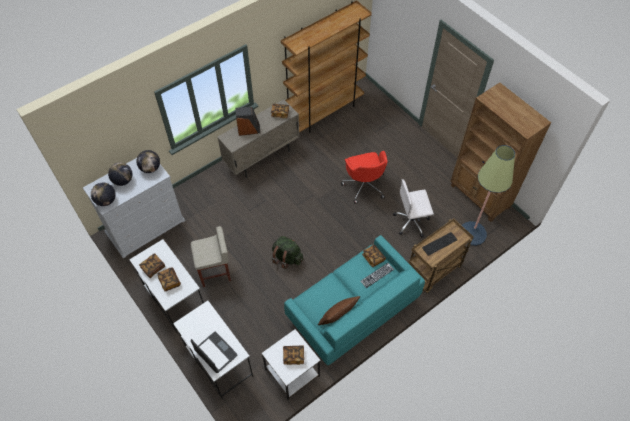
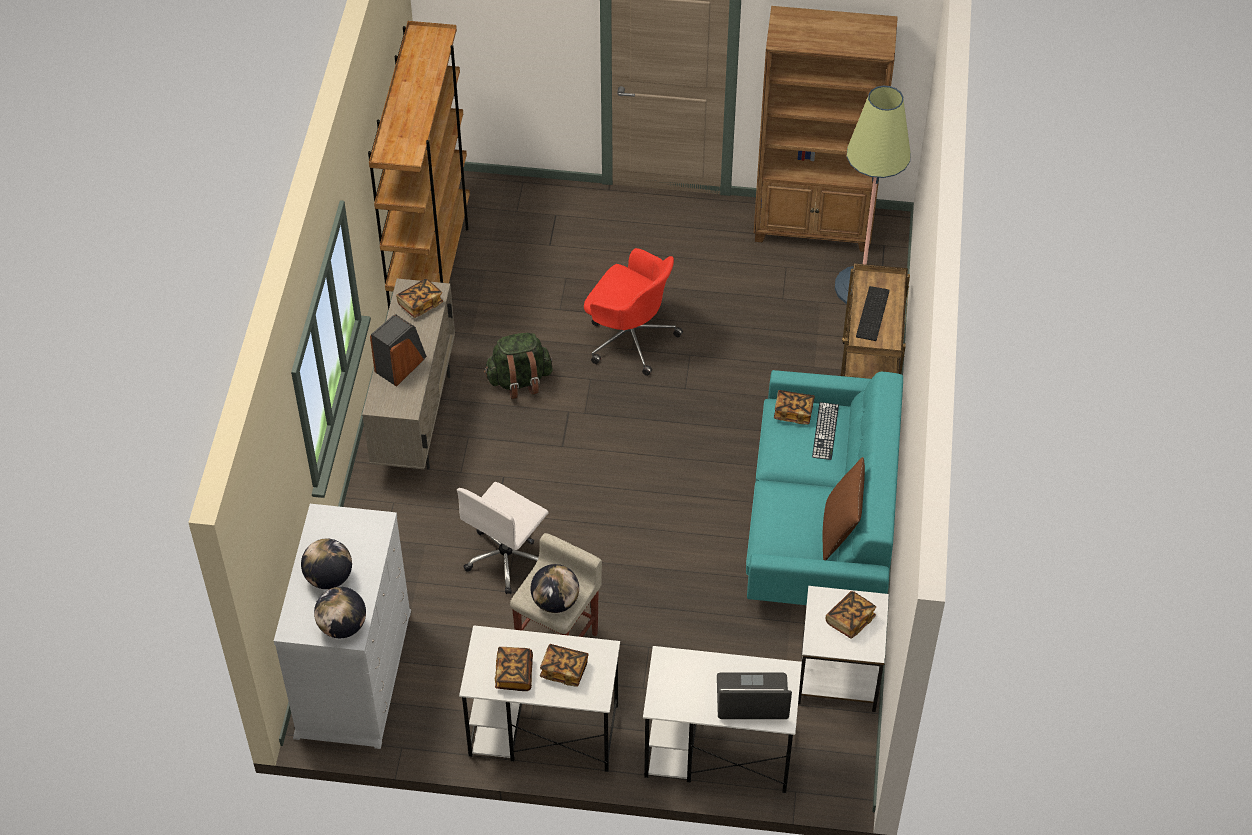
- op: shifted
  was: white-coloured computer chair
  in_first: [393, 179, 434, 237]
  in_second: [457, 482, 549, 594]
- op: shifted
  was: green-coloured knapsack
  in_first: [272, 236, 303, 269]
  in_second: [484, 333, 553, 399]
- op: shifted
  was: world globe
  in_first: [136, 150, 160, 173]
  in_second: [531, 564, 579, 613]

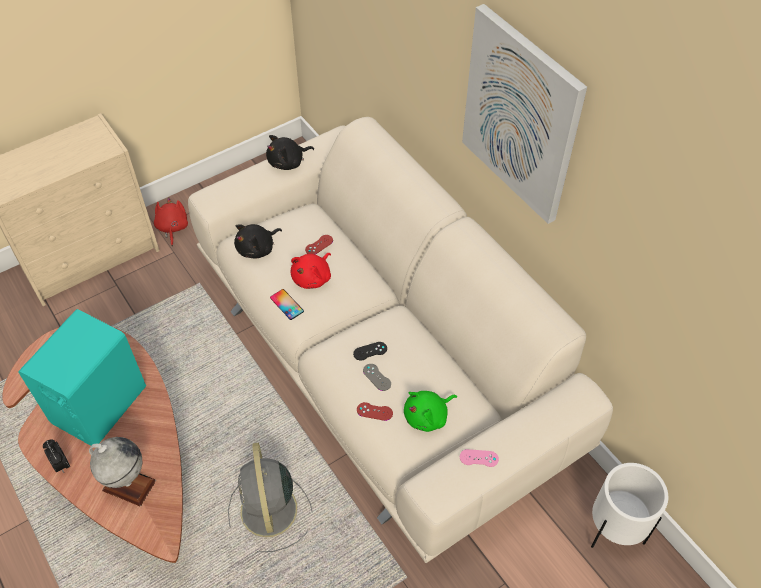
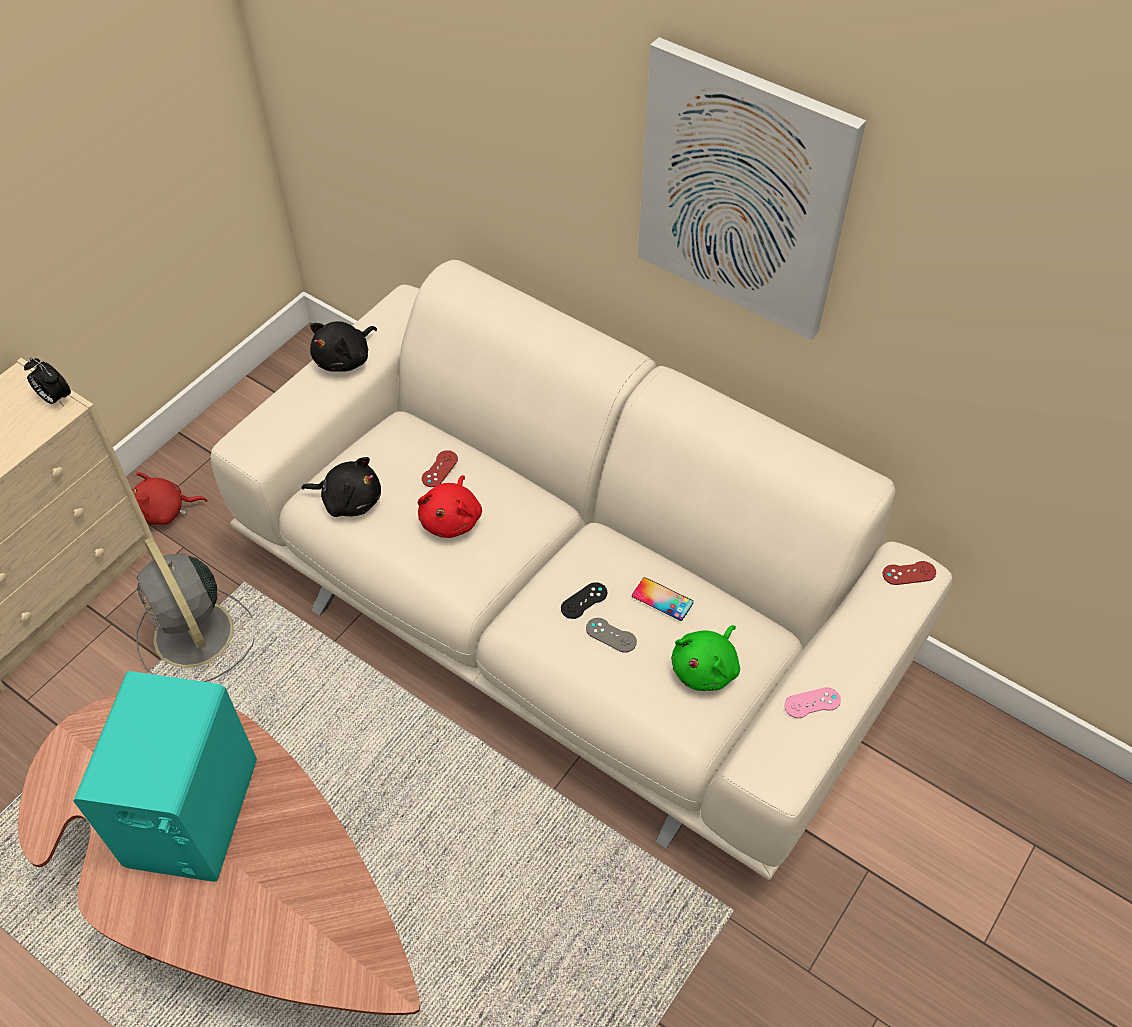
- op: shifted
  was: bedside clock
  in_first: [43, 439, 70, 473]
  in_second: [24, 358, 71, 406]
- op: rotated
  was: red cuddly toy
  in_first: [154, 197, 188, 246]
  in_second: [131, 472, 207, 525]
  clockwise: -75
- op: shifted
  was: grey fan
  in_first: [228, 442, 312, 552]
  in_second: [136, 537, 255, 682]
- op: rotated
  was: blackish cuddly toy
  in_first: [234, 224, 282, 259]
  in_second: [301, 457, 381, 517]
  clockwise: -105
- op: shifted
  was: handset
  in_first: [270, 289, 304, 320]
  in_second: [632, 577, 694, 621]
- op: shifted
  was: red gamepad
  in_first: [357, 402, 393, 421]
  in_second: [883, 561, 936, 585]
- op: gone
  was: world globe
  in_first: [89, 437, 156, 506]
- op: gone
  was: white-coloured plant pot
  in_first: [591, 463, 668, 548]

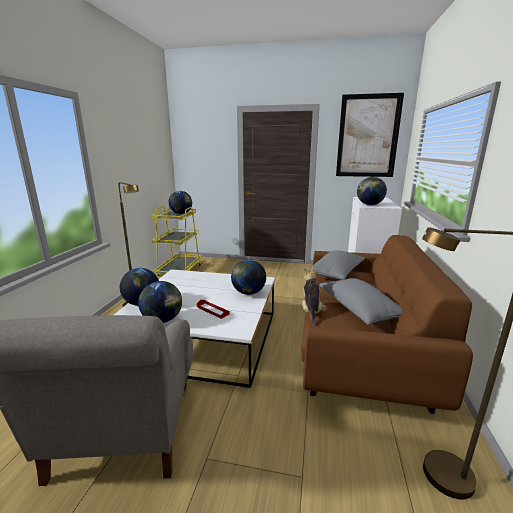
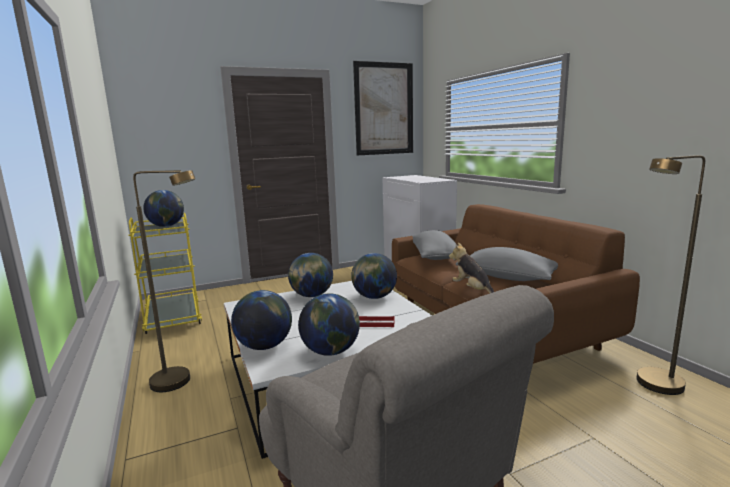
- op: shifted
  was: world globe
  in_first: [357, 177, 387, 205]
  in_second: [288, 253, 333, 297]

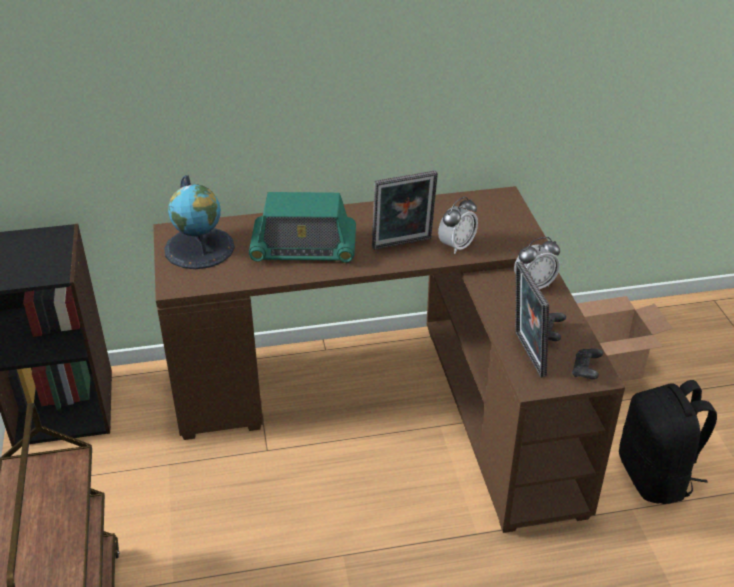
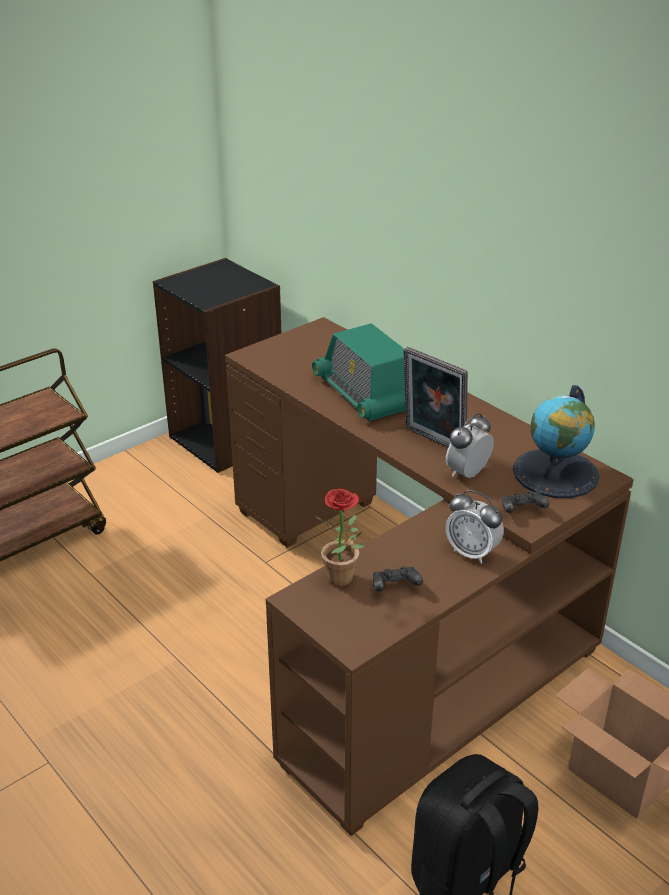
- op: swapped
  was: photo frame
  now: plant in a pot
  in_first: [515, 261, 549, 377]
  in_second: [316, 489, 365, 586]
- op: rotated
  was: bedside clock
  in_first: [438, 197, 478, 254]
  in_second: [446, 413, 494, 478]
  clockwise: 120
- op: shifted
  was: blackish gamepad
  in_first: [572, 348, 603, 379]
  in_second: [501, 491, 549, 513]
- op: shifted
  was: world globe
  in_first: [164, 175, 235, 269]
  in_second: [513, 385, 599, 498]

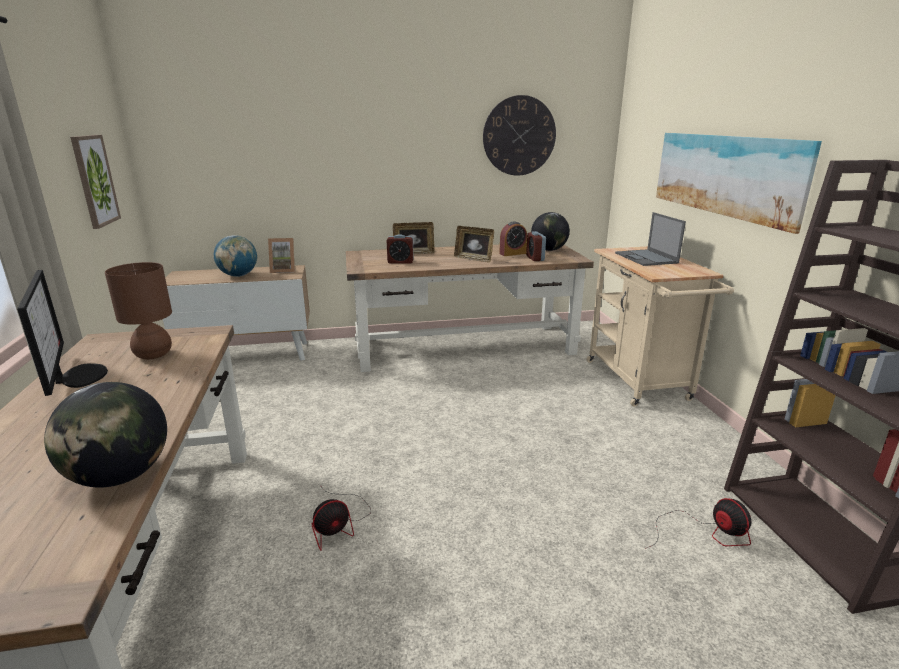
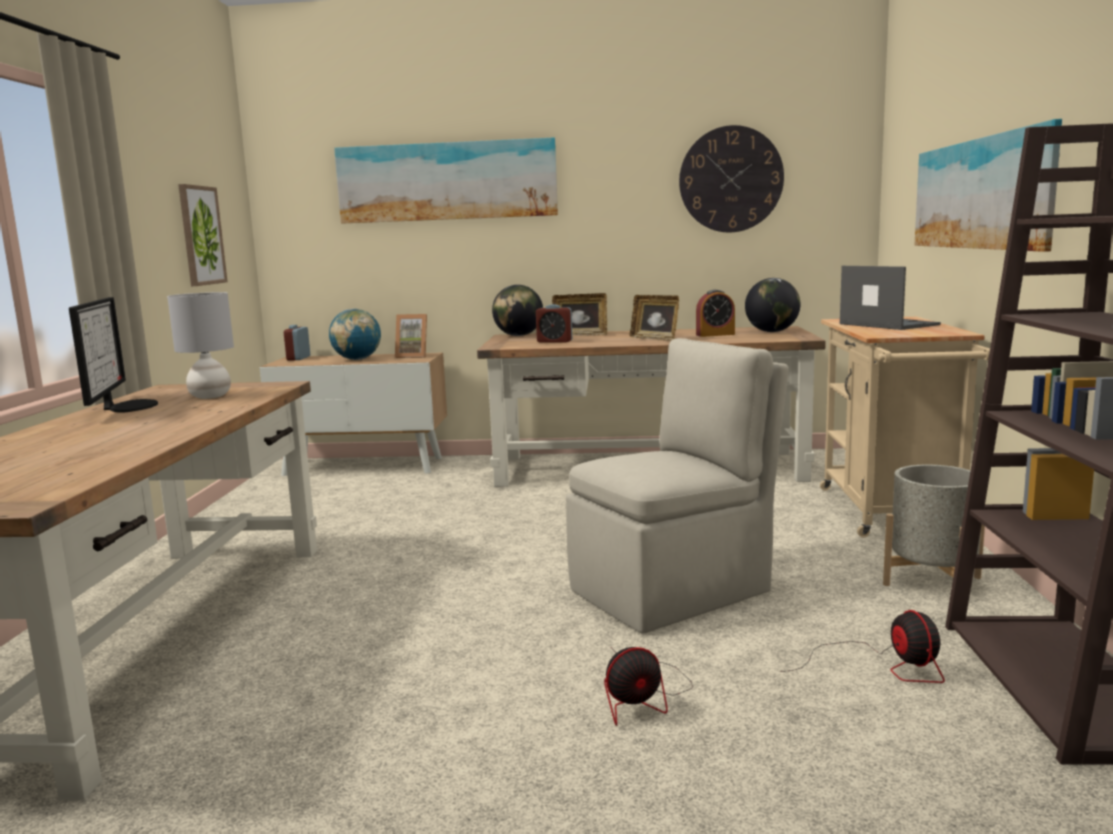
- op: repainted
  was: brown-coloured table lamp
  now: grey table lamp
  in_first: [105, 262, 172, 359]
  in_second: [167, 292, 234, 399]
- op: shifted
  was: bedside clock
  in_first: [526, 231, 546, 261]
  in_second: [284, 325, 310, 361]
- op: new
  now: wall art
  in_second: [334, 138, 558, 224]
- op: shifted
  was: world globe
  in_first: [44, 382, 167, 488]
  in_second: [492, 285, 543, 336]
- op: new
  now: beige upright chair
  in_second: [566, 338, 789, 634]
- op: shifted
  was: fan
  in_first: [312, 485, 369, 551]
  in_second: [604, 647, 693, 726]
- op: rotated
  was: portable computer
  in_first: [615, 212, 686, 266]
  in_second: [840, 266, 941, 330]
  clockwise: 150
- op: new
  now: grey plant pot
  in_second: [883, 465, 985, 586]

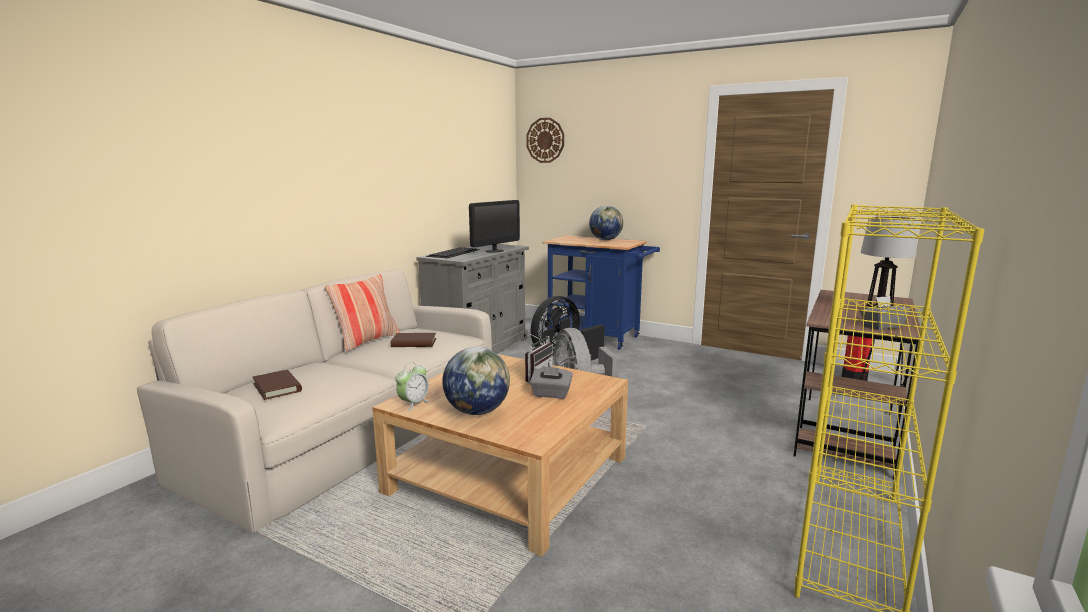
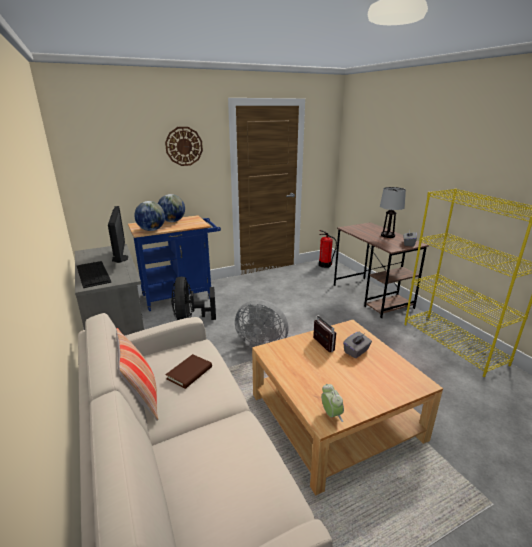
- op: shifted
  was: world globe
  in_first: [442, 347, 510, 415]
  in_second: [134, 201, 165, 231]
- op: shifted
  was: wall clock
  in_first: [526, 118, 564, 163]
  in_second: [165, 127, 203, 166]
- op: gone
  was: brown-coloured book
  in_first: [253, 370, 302, 400]

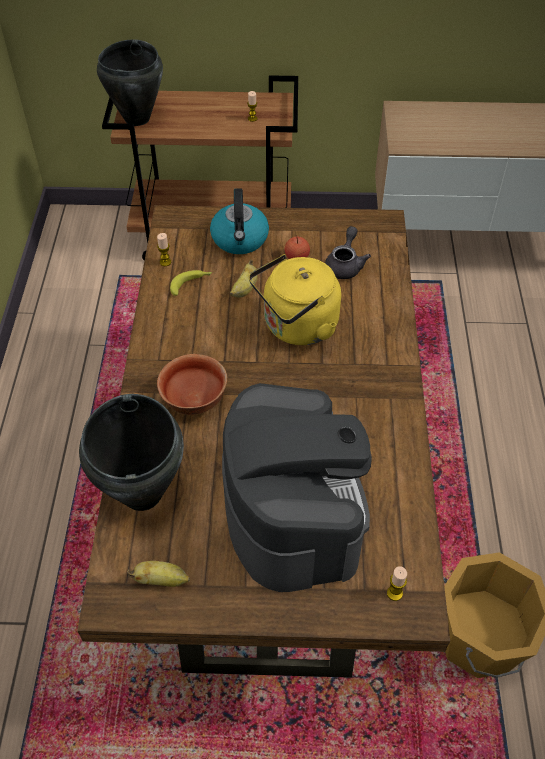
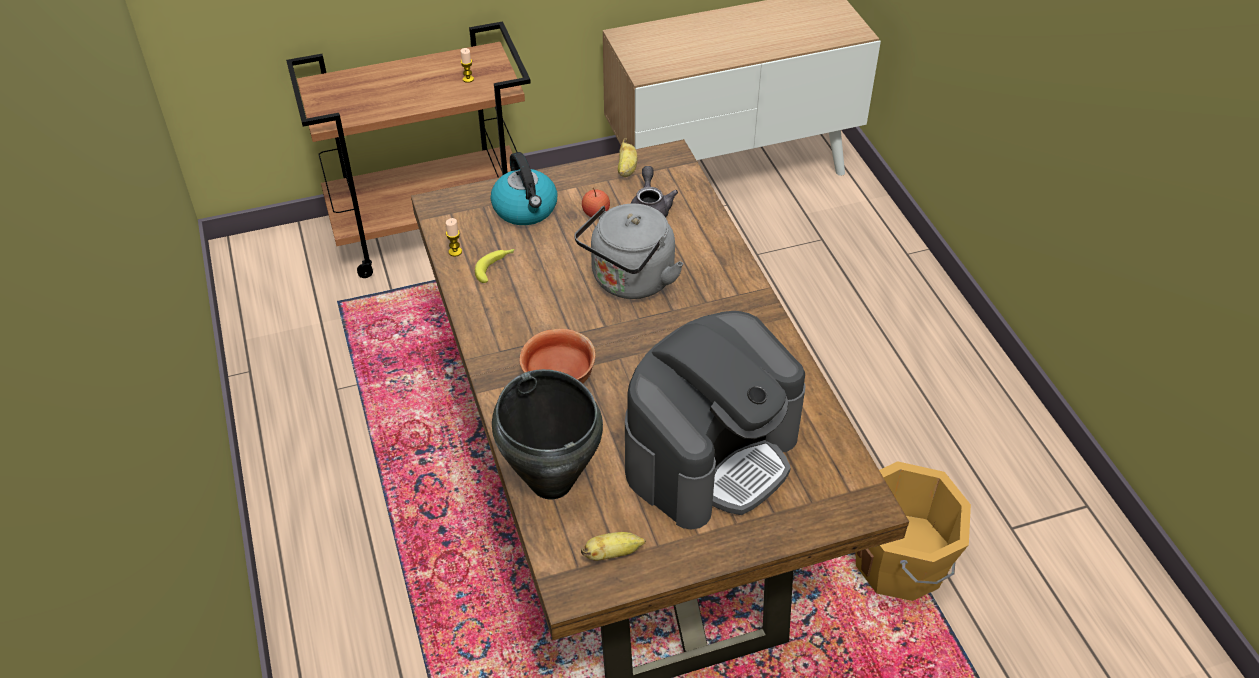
- op: repainted
  was: yellow-coloured tea kettle
  now: grey tea kettle
  in_first: [249, 254, 341, 345]
  in_second: [575, 203, 684, 299]
- op: shifted
  was: whole banana
  in_first: [230, 260, 258, 298]
  in_second: [618, 138, 637, 177]
- op: rotated
  was: coffee machine
  in_first: [222, 383, 372, 592]
  in_second: [625, 311, 806, 530]
  clockwise: 75
- op: gone
  was: blackish saucepot
  in_first: [97, 39, 163, 126]
- op: gone
  was: wax light
  in_first: [387, 566, 407, 601]

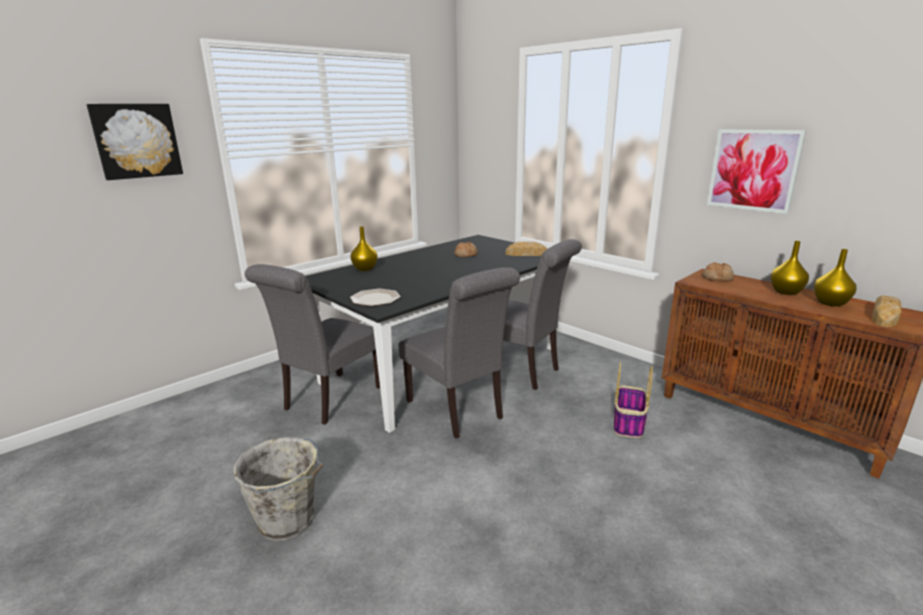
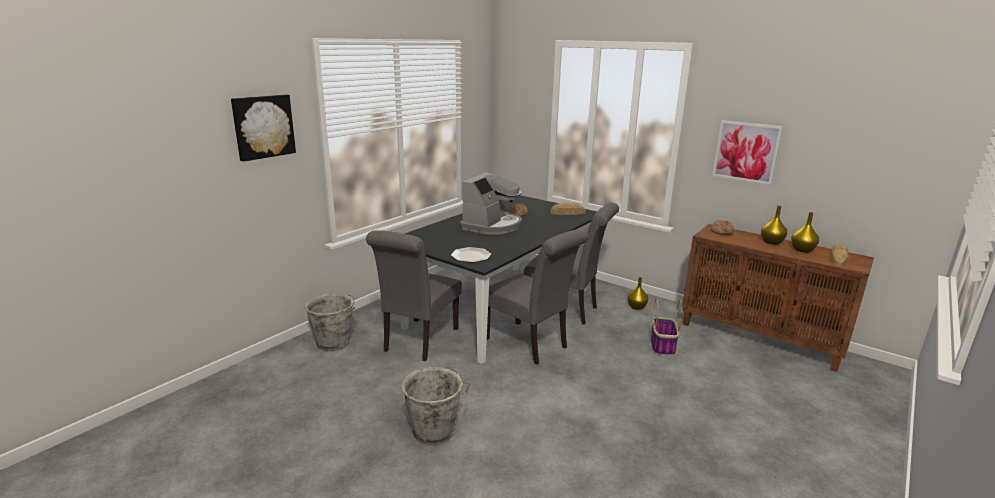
- op: new
  now: grey pail
  in_second: [305, 293, 355, 351]
- op: new
  now: coffee machine
  in_second: [460, 172, 522, 235]
- op: shifted
  was: yellow-coloured flower vase
  in_first: [351, 226, 378, 271]
  in_second: [627, 277, 648, 310]

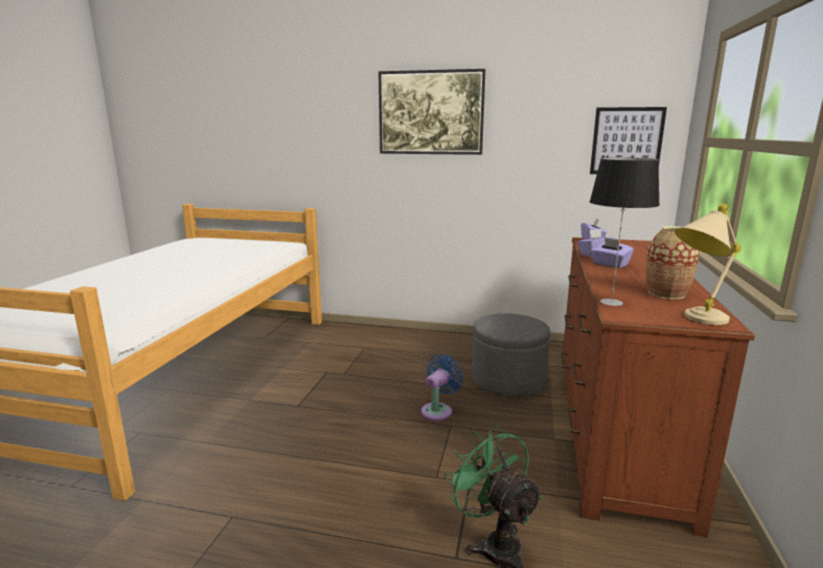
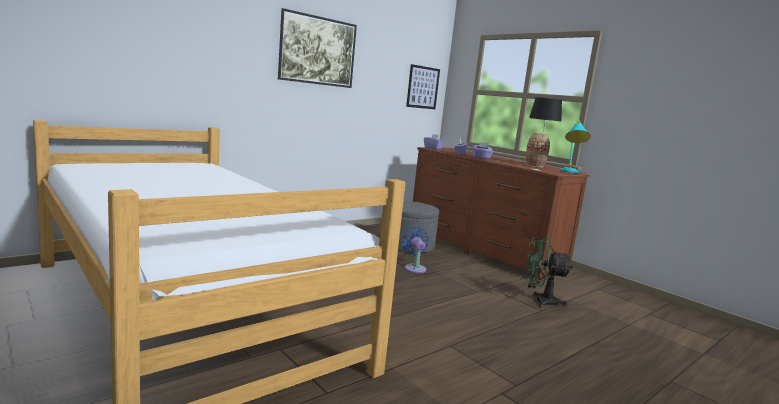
- op: repainted
  was: beige table lamp
  now: blue-green table lamp
  in_first: [675, 204, 742, 325]
  in_second: [560, 120, 591, 173]

